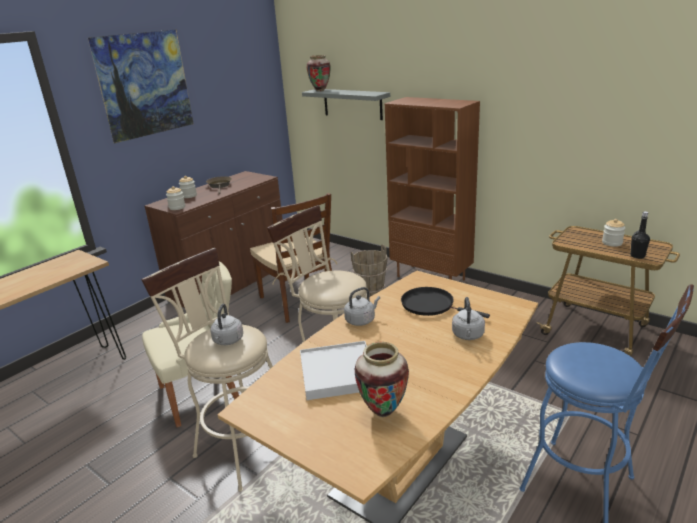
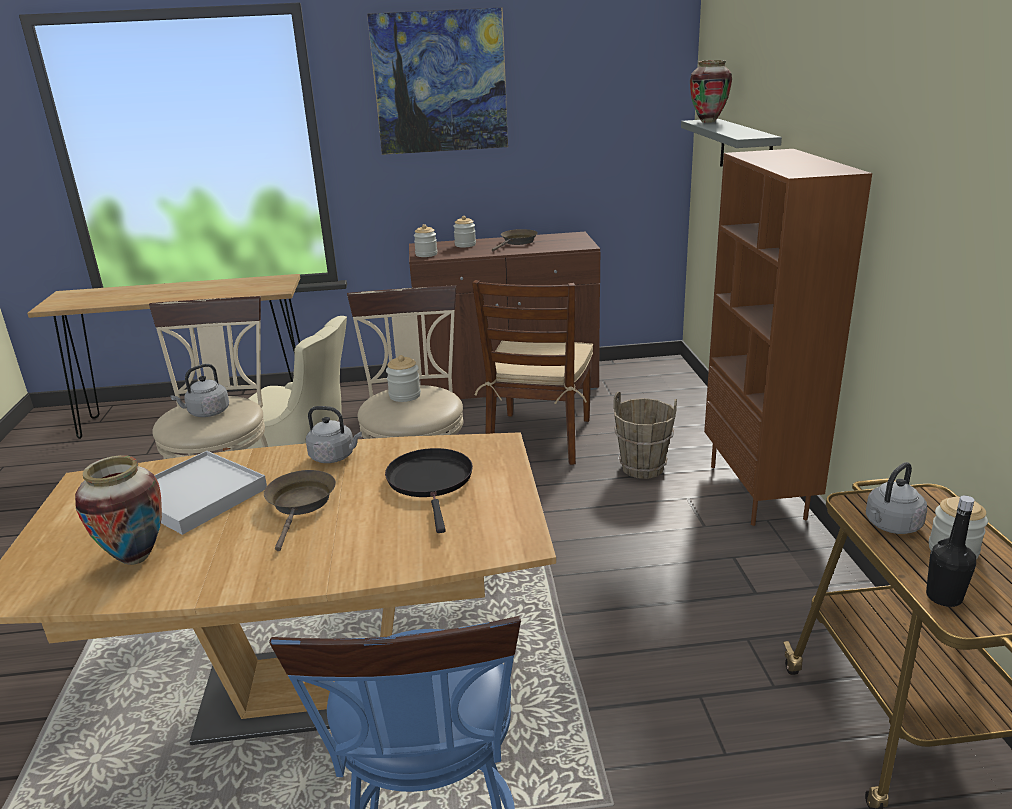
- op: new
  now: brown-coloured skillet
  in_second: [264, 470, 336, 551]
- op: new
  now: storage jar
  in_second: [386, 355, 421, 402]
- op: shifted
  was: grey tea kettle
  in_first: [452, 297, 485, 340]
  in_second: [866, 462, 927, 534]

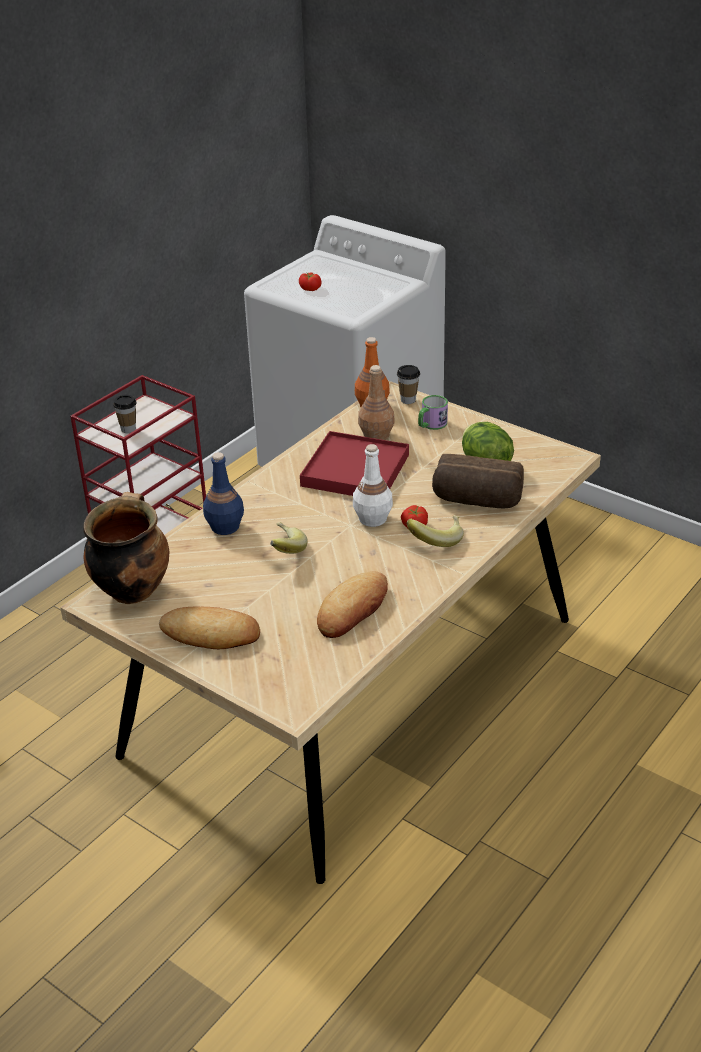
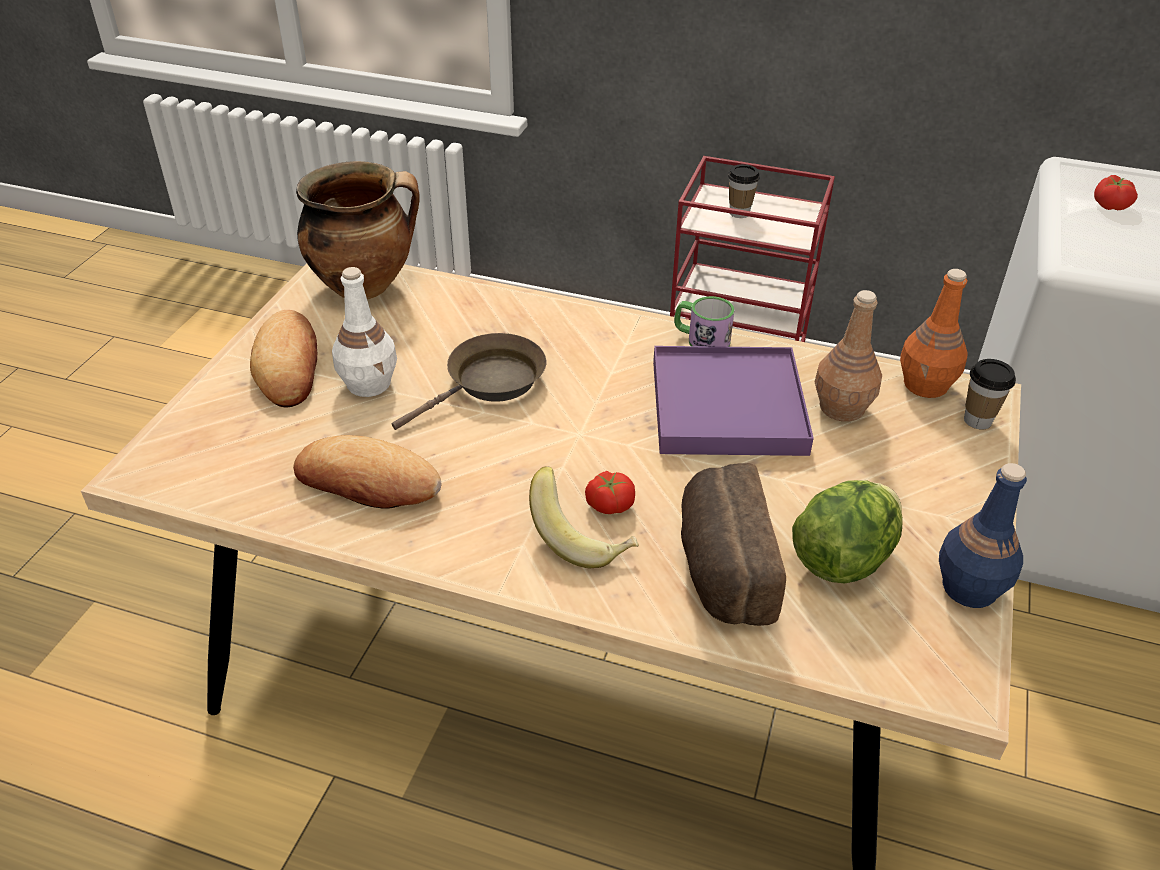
- op: shifted
  was: white-coloured beverage bottle
  in_first: [353, 444, 393, 527]
  in_second: [332, 267, 397, 397]
- op: swapped
  was: whole banana
  now: brown-coloured skillet
  in_first: [270, 522, 308, 554]
  in_second: [392, 333, 546, 430]
- op: repainted
  was: red carrying tray
  now: purple carrying tray
  in_first: [300, 431, 409, 496]
  in_second: [653, 346, 814, 456]
- op: shifted
  was: mug
  in_first: [418, 395, 448, 430]
  in_second: [674, 296, 735, 347]
- op: shifted
  was: blue-coloured beverage bottle
  in_first: [203, 452, 244, 535]
  in_second: [939, 463, 1027, 608]

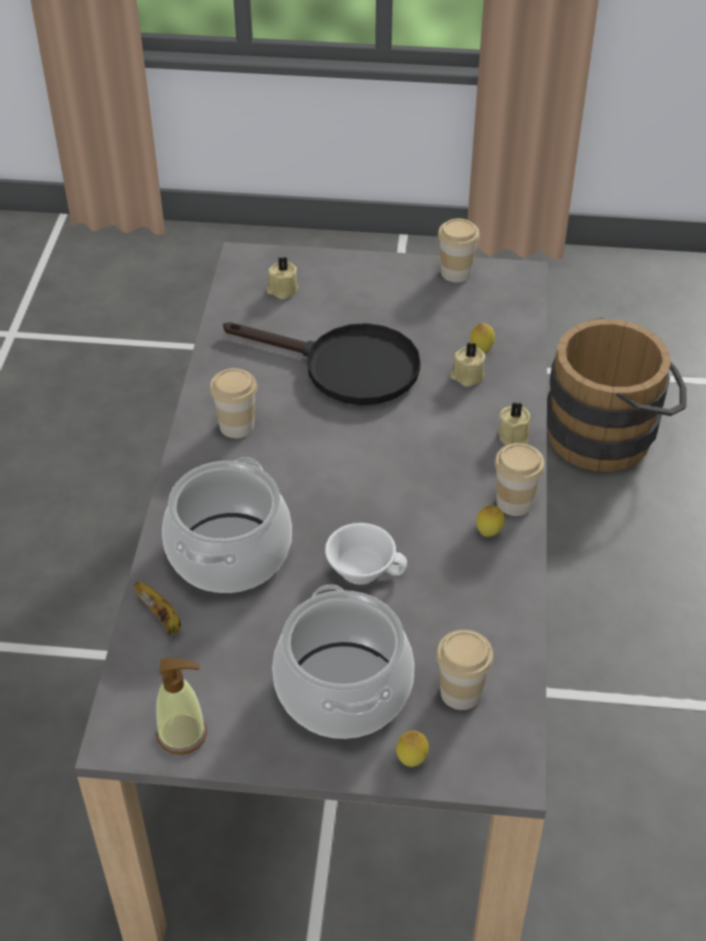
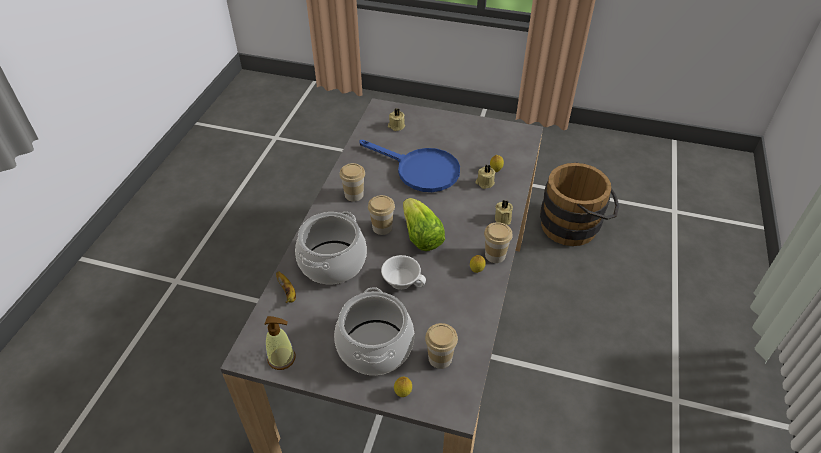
- op: repainted
  was: blackish skillet
  now: blue-coloured skillet
  in_first: [223, 322, 421, 405]
  in_second: [359, 140, 460, 192]
- op: shifted
  was: small cup
  in_first: [438, 218, 480, 282]
  in_second: [368, 195, 395, 235]
- op: new
  now: head of lettuce
  in_second: [403, 198, 445, 251]

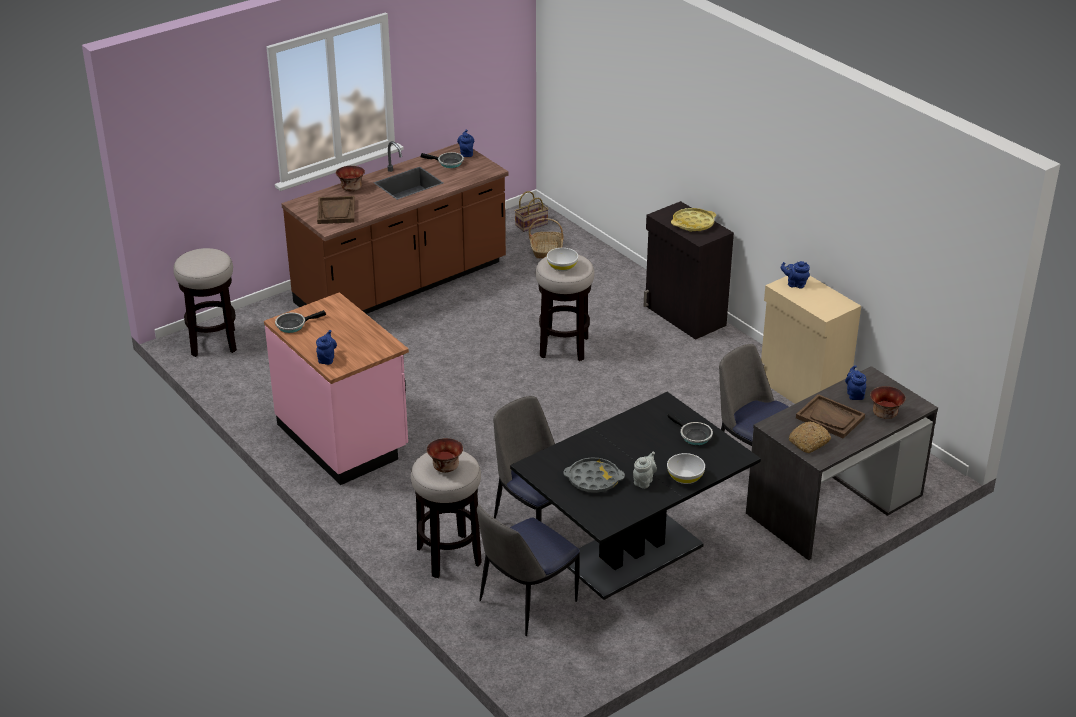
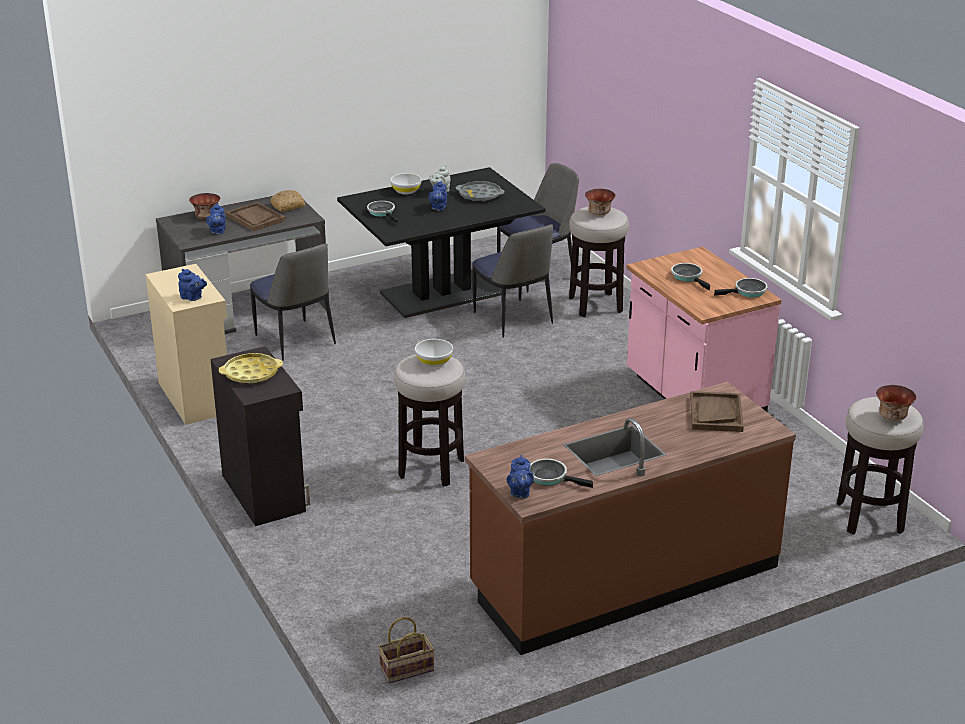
- op: shifted
  was: blue-coloured pot for tea
  in_first: [316, 330, 337, 365]
  in_second: [428, 181, 447, 211]
- op: new
  now: skillet
  in_second: [671, 263, 710, 290]
- op: shifted
  was: bowl
  in_first: [336, 166, 365, 191]
  in_second: [876, 385, 917, 421]
- op: gone
  was: household basket
  in_first: [529, 218, 564, 258]

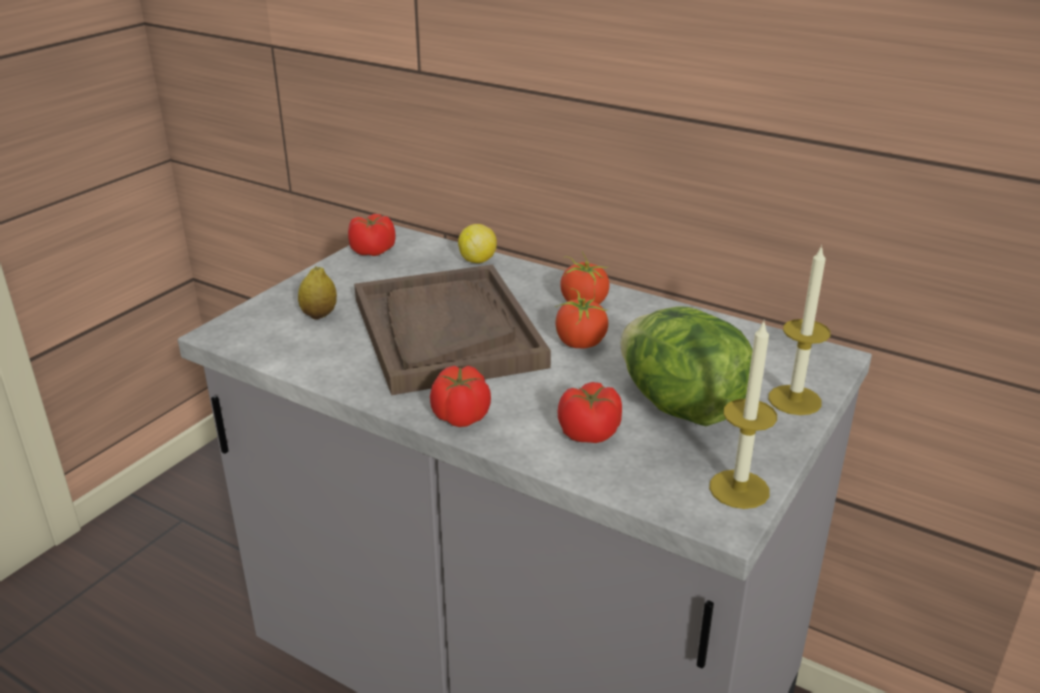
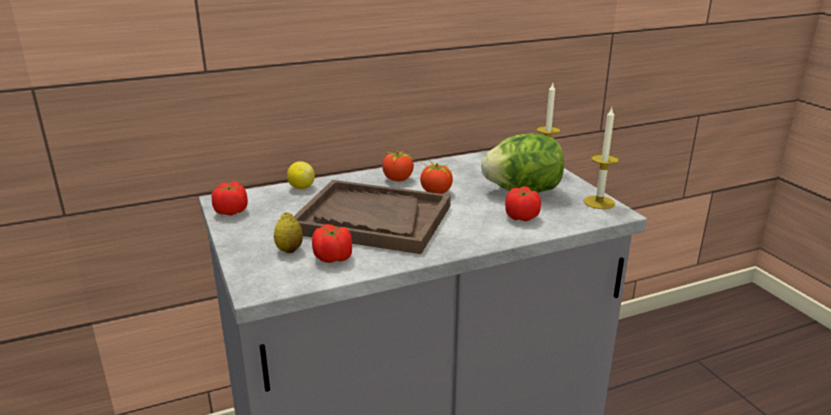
- op: shifted
  was: fresh tomato
  in_first: [430, 365, 491, 427]
  in_second: [312, 224, 352, 263]

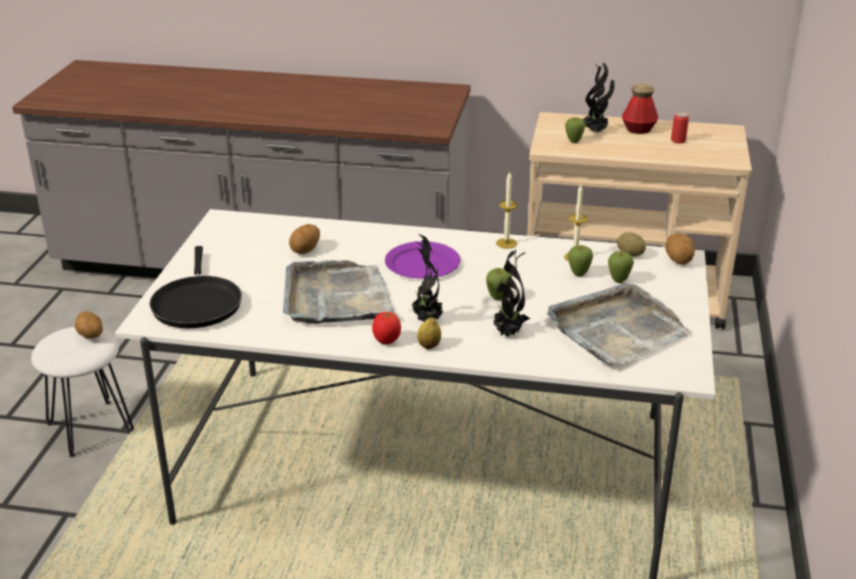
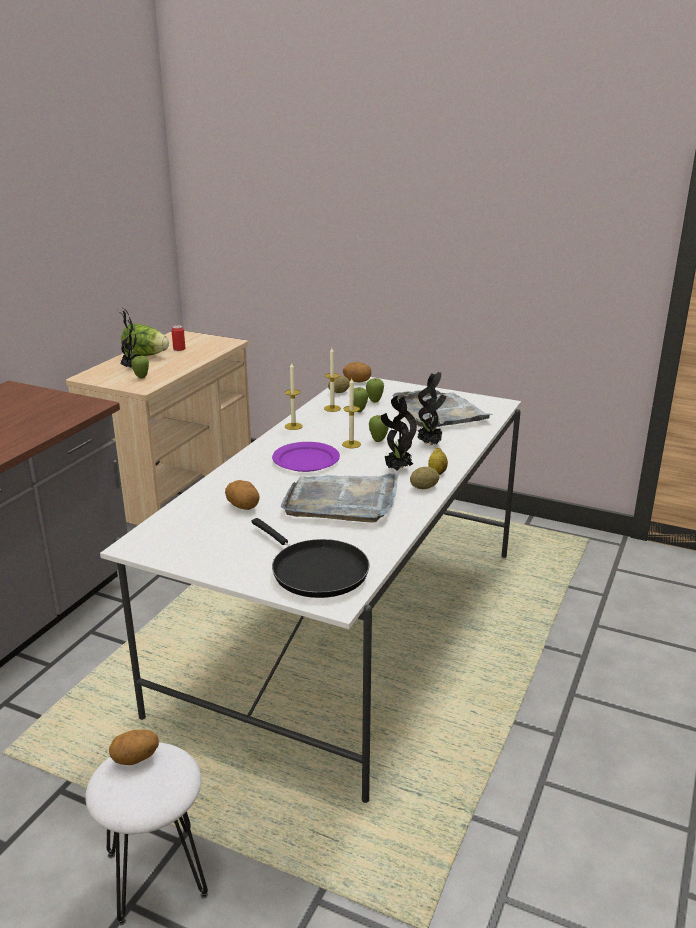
- op: swapped
  was: beverage bottle
  now: head of lettuce
  in_first: [622, 83, 658, 134]
  in_second: [121, 324, 169, 356]
- op: rotated
  was: blackish skillet
  in_first: [149, 246, 242, 328]
  in_second: [251, 518, 370, 598]
  clockwise: 45
- op: new
  now: wax light
  in_second: [342, 378, 361, 448]
- op: swapped
  was: fresh tomato
  now: potato
  in_first: [372, 312, 401, 344]
  in_second: [410, 467, 439, 489]

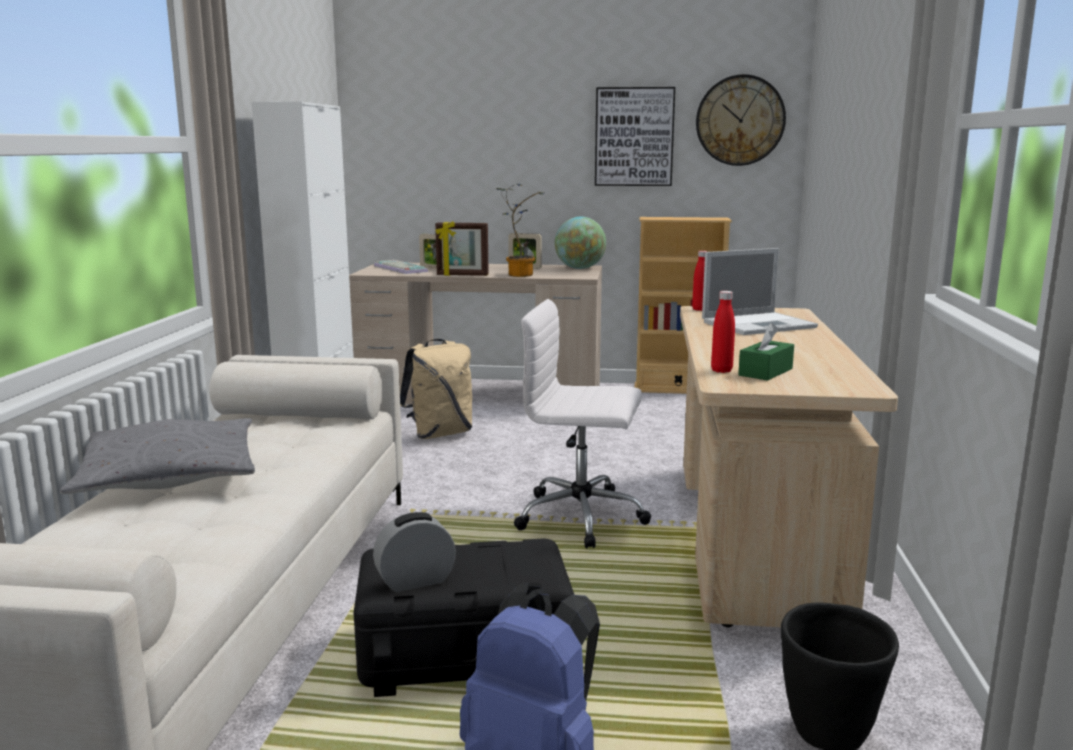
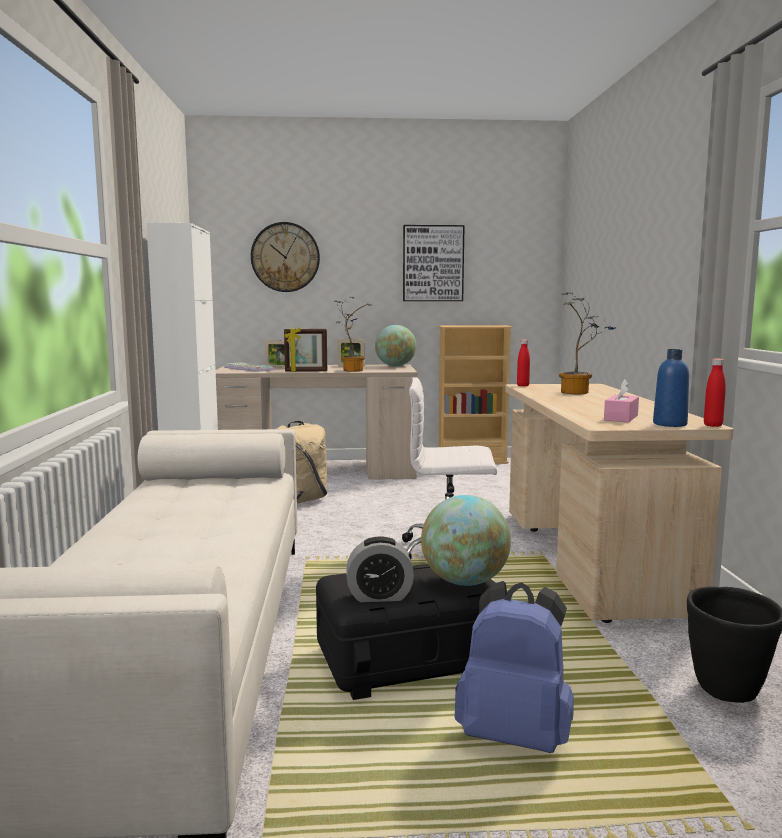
- op: shifted
  was: wall clock
  in_first: [696, 74, 786, 166]
  in_second: [251, 222, 320, 292]
- op: rotated
  was: bedside clock
  in_first: [373, 512, 456, 592]
  in_second: [346, 536, 414, 602]
  clockwise: -150
- op: new
  now: world globe
  in_second: [421, 495, 511, 586]
- op: swapped
  was: portable computer
  now: plant in a pot
  in_first: [702, 248, 818, 335]
  in_second: [559, 292, 614, 394]
- op: repainted
  was: green-coloured box of tissues
  now: pinkish box of tissues
  in_first: [738, 322, 794, 381]
  in_second: [604, 379, 639, 422]
- op: new
  now: blue-coloured beverage bottle
  in_second: [653, 349, 689, 427]
- op: shifted
  was: red beverage bottle
  in_first: [711, 291, 735, 373]
  in_second: [704, 359, 726, 427]
- op: gone
  was: grey pillow
  in_first: [60, 418, 255, 494]

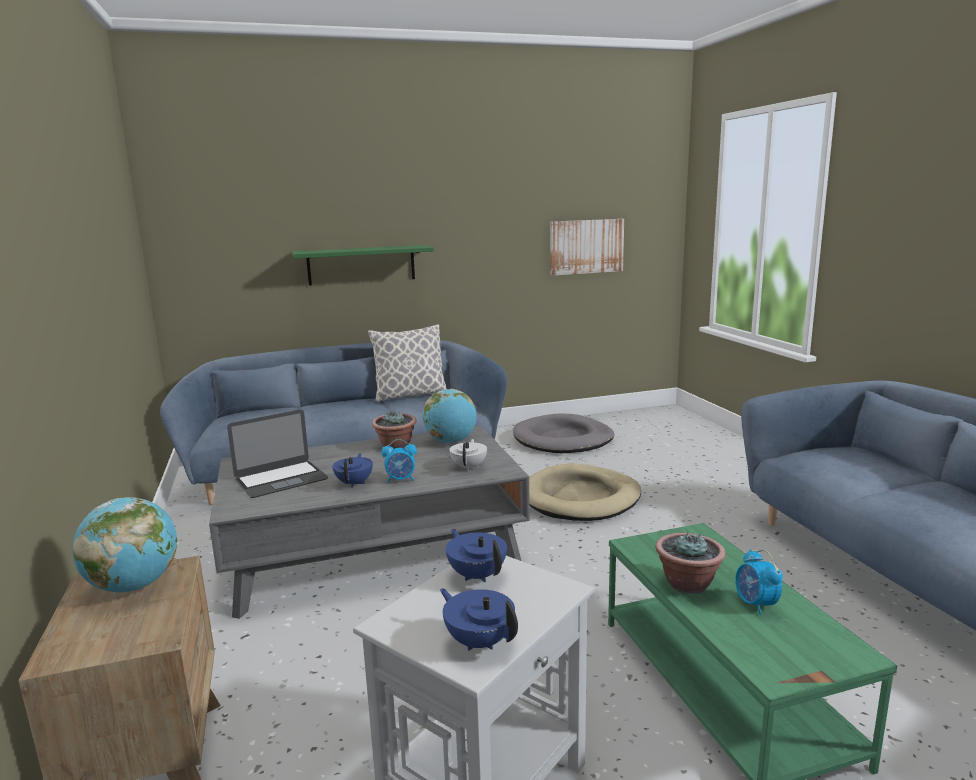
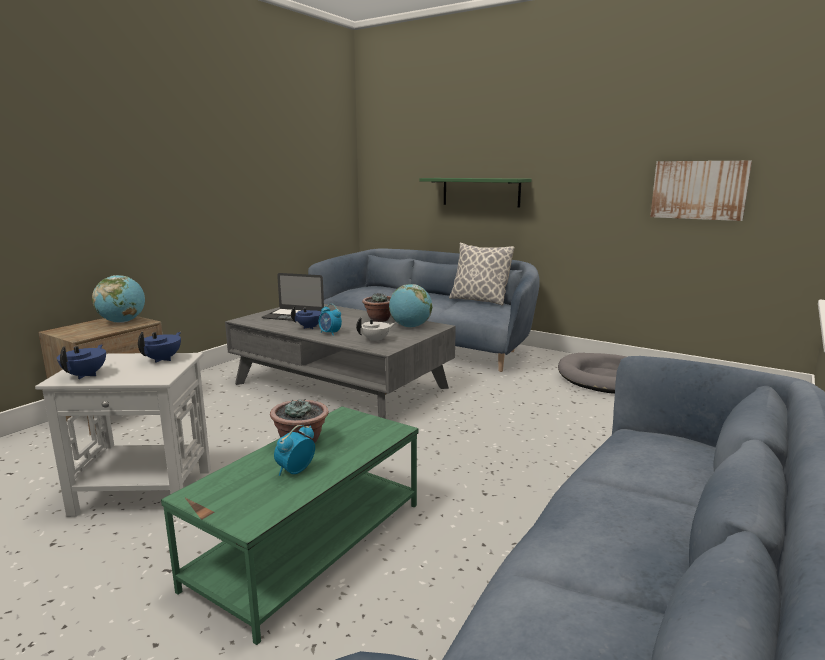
- op: gone
  was: beige pet bed
  in_first: [529, 463, 641, 521]

